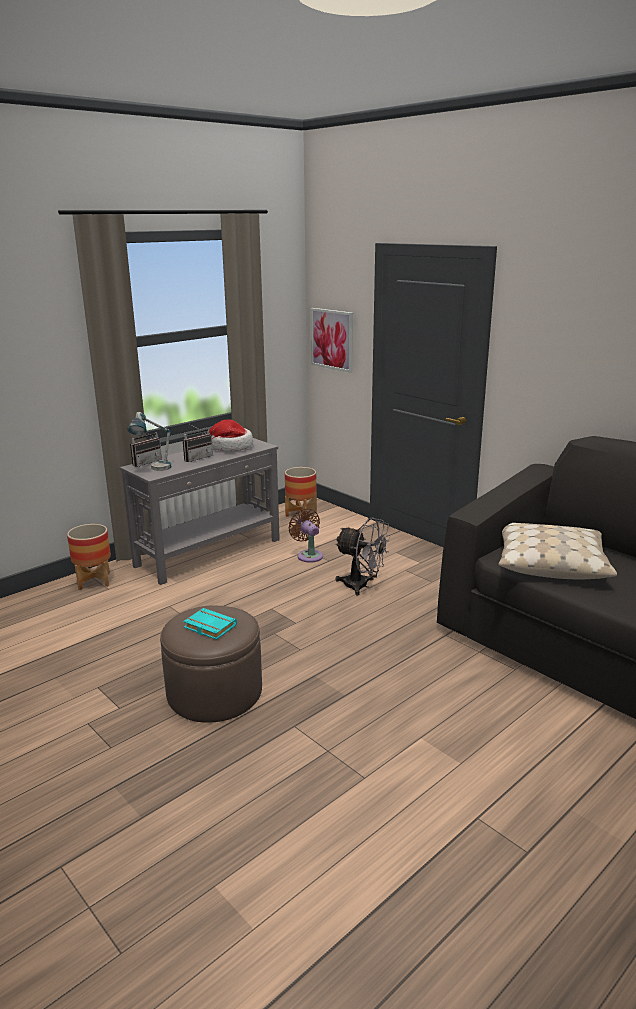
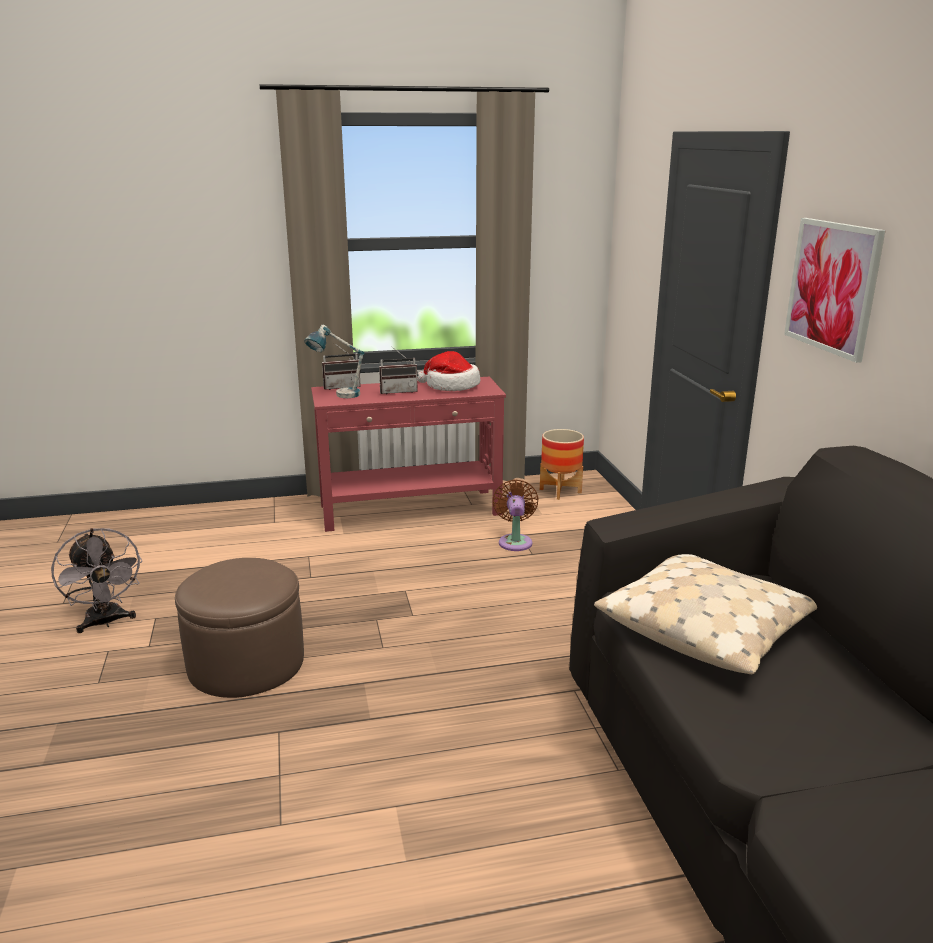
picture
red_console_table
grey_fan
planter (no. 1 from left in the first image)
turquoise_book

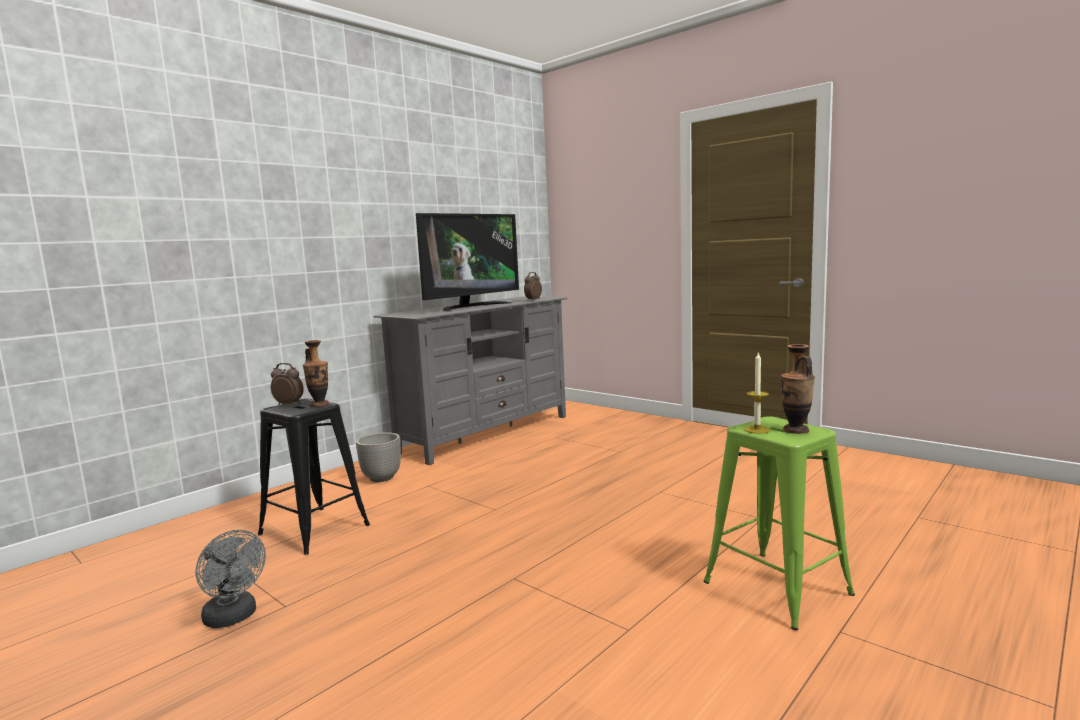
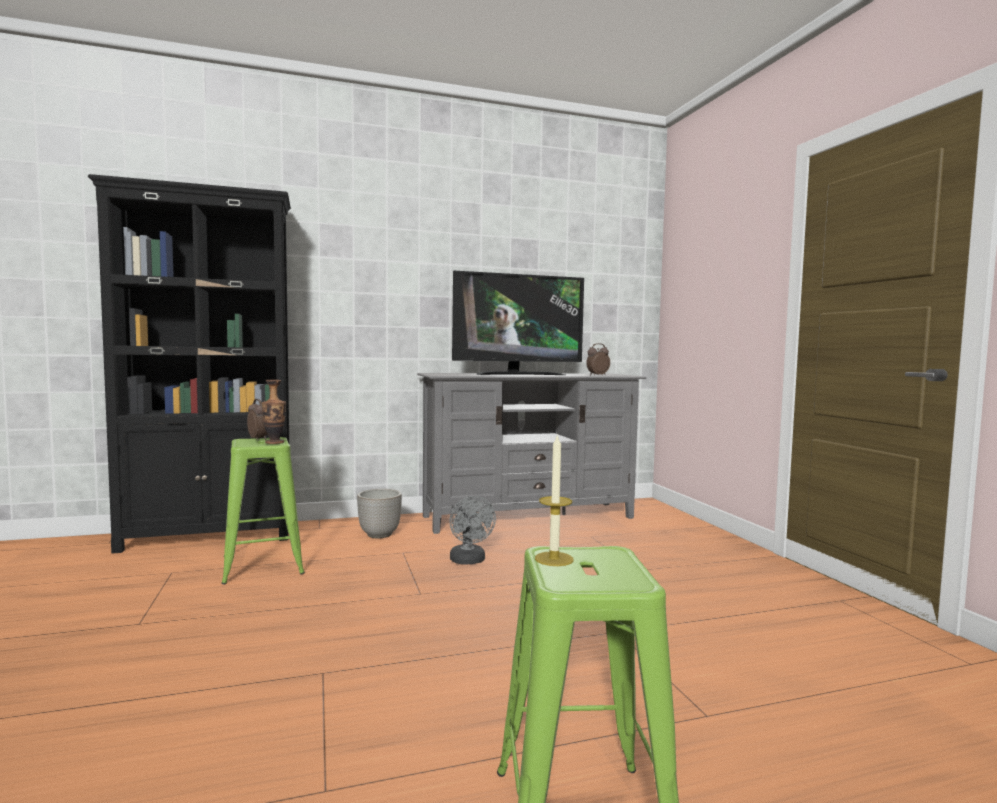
vase (no. 2 from left in the first image)
green_stool (no. 1 from left)
grey_fan
black_bookcase

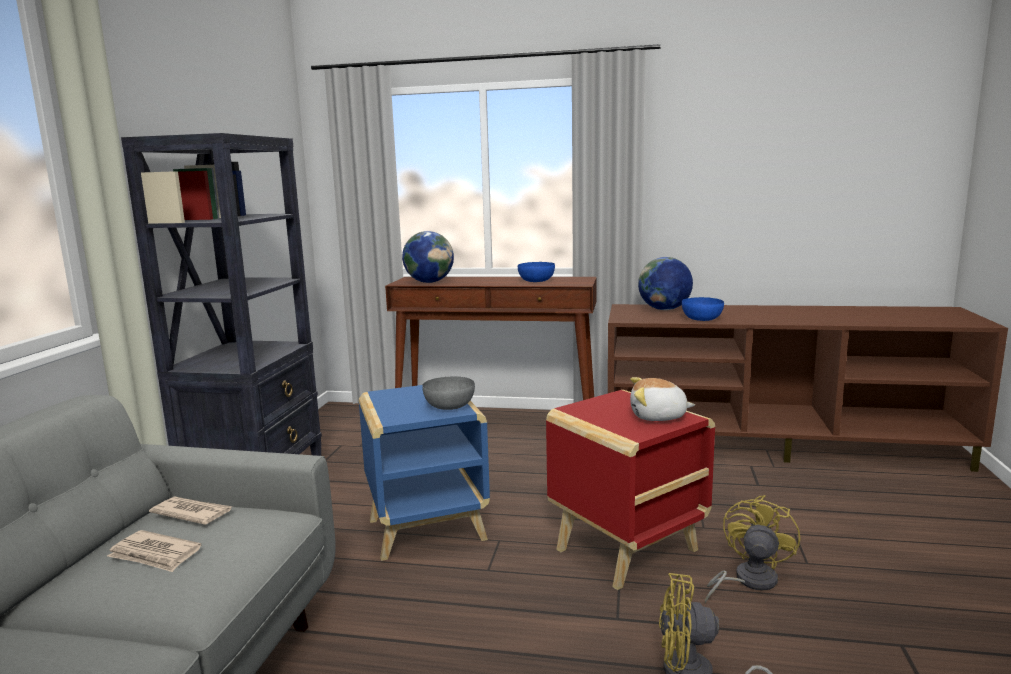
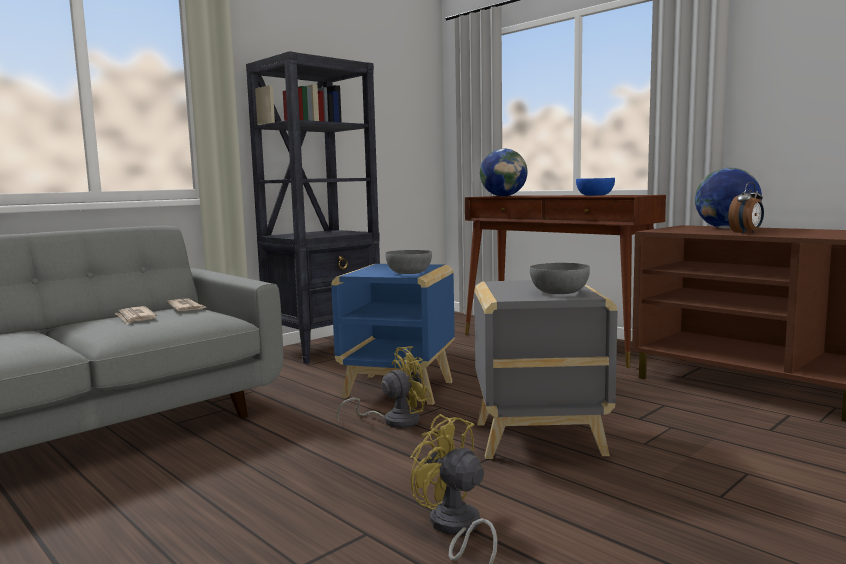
alarm_clock
grey_bowl (no. 2 from left)
grey_side_table
yellow_fan (no. 1 from left)

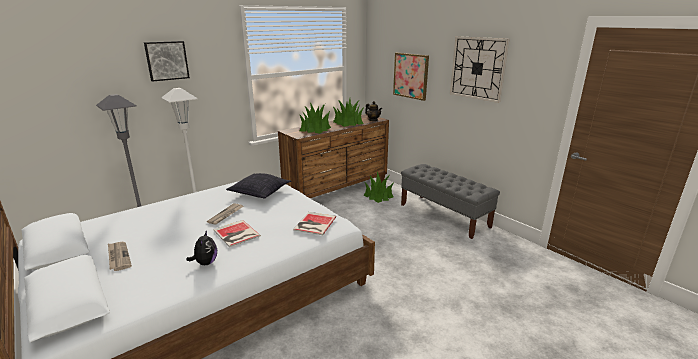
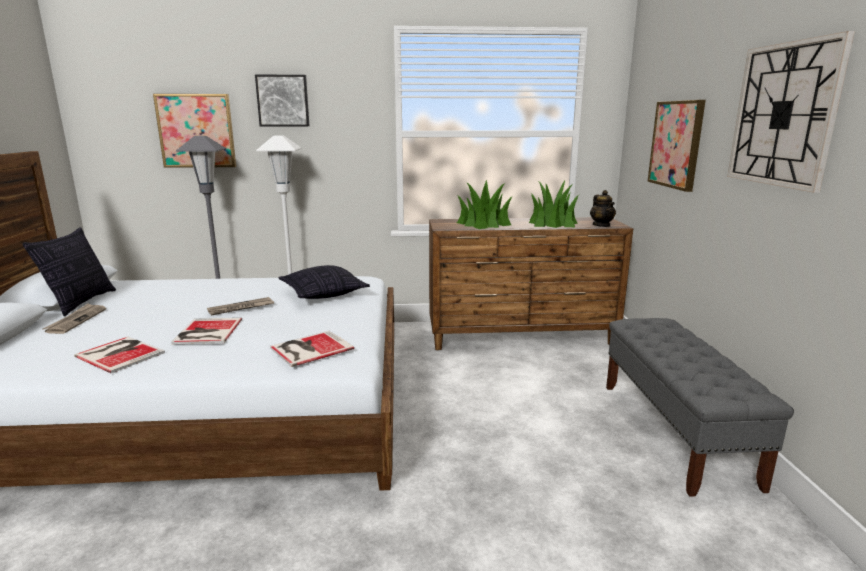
potted_plant (no. 3 from left in the first image)
book (no. 1 from left)
picture (no. 1 from left)
pillow (no. 1 from left)

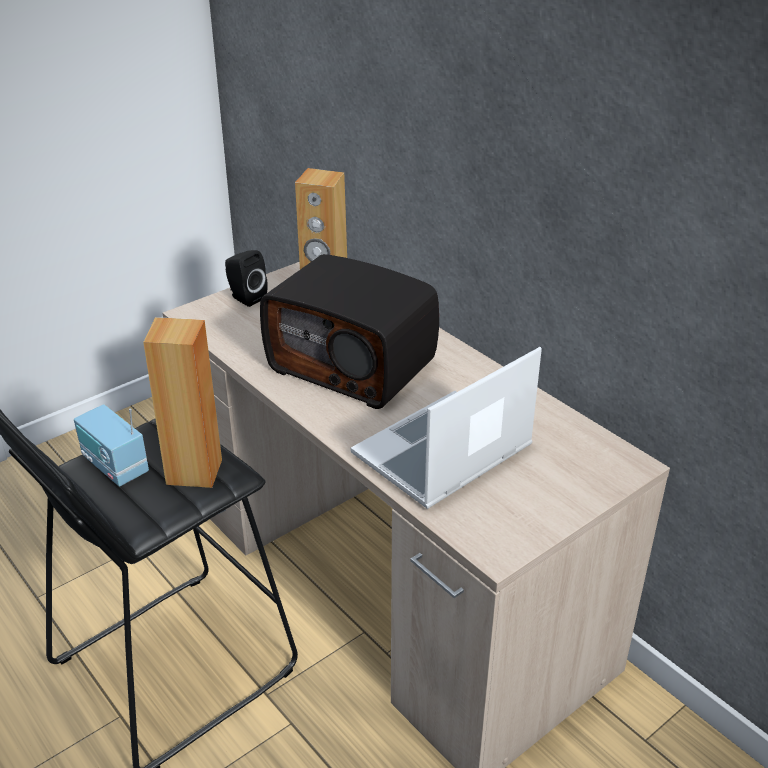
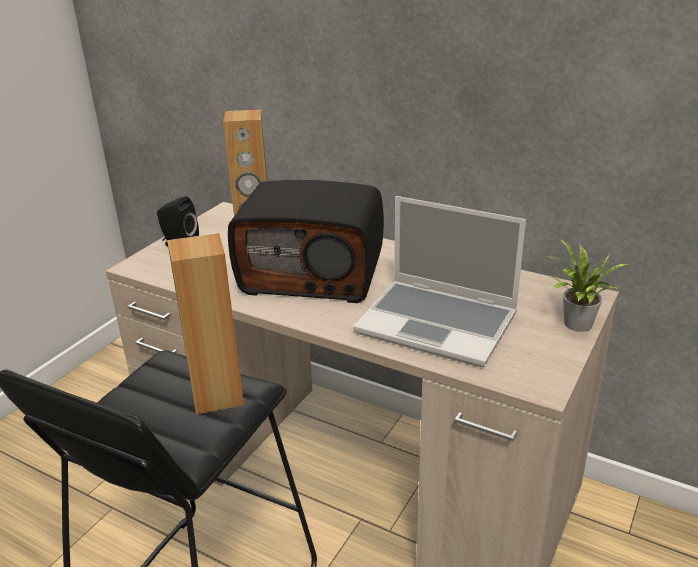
laptop
radio (no. 1 from left in the first image)
potted_plant

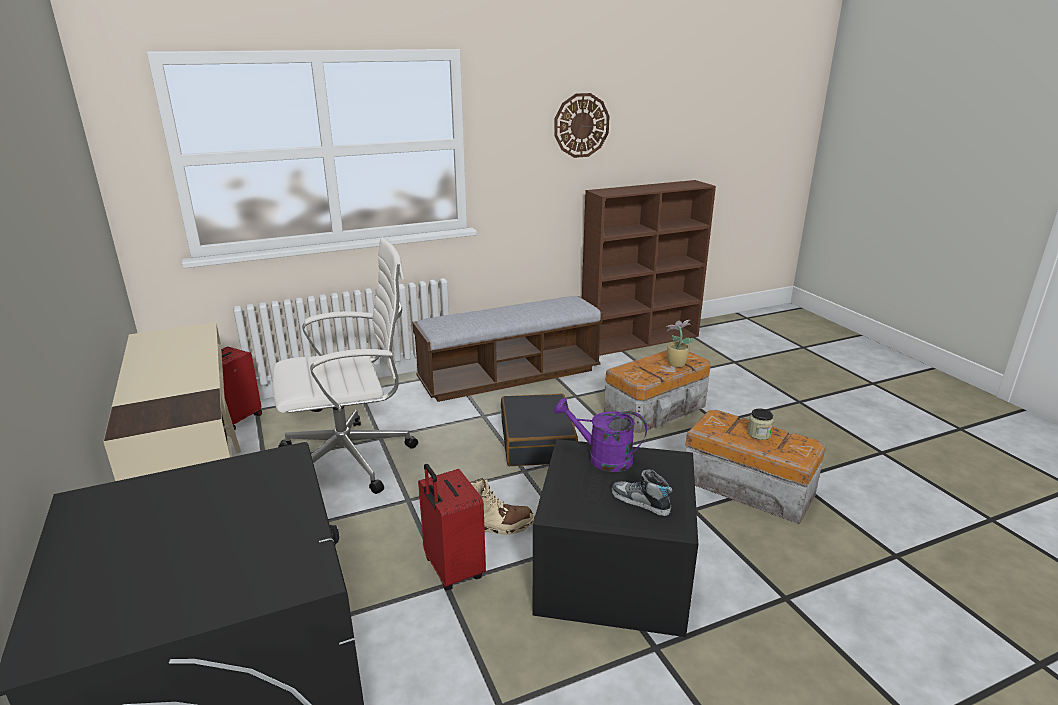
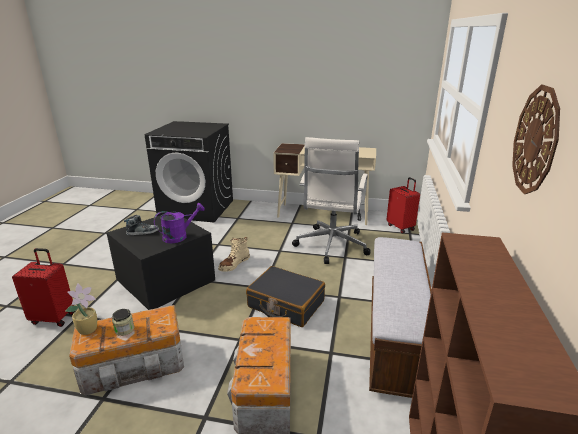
potted_plant
red_suitcase (no. 1 from left)

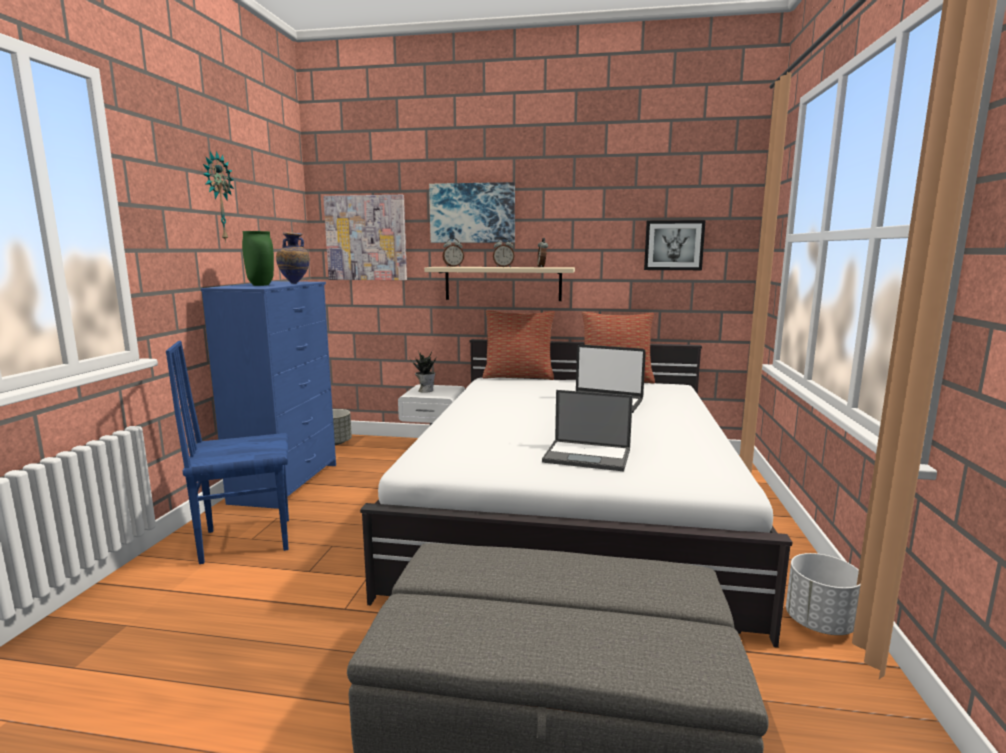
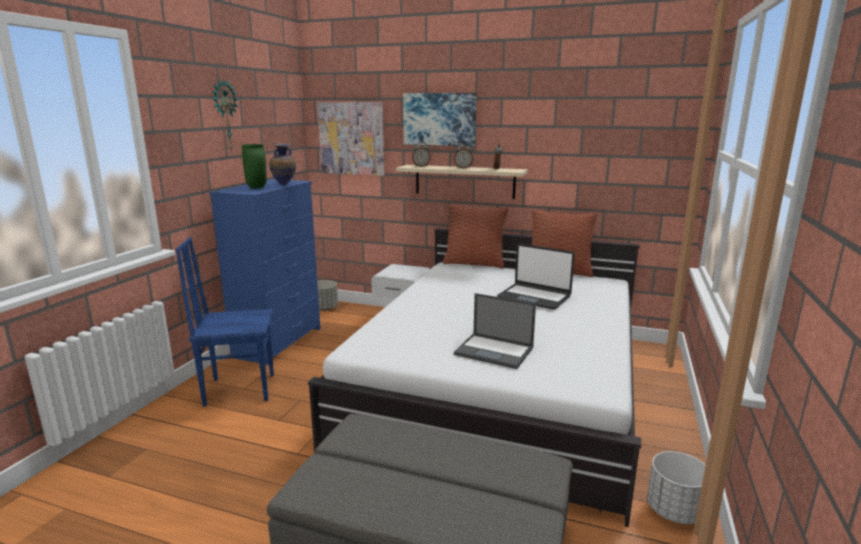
picture (no. 3 from left in the first image)
potted_plant

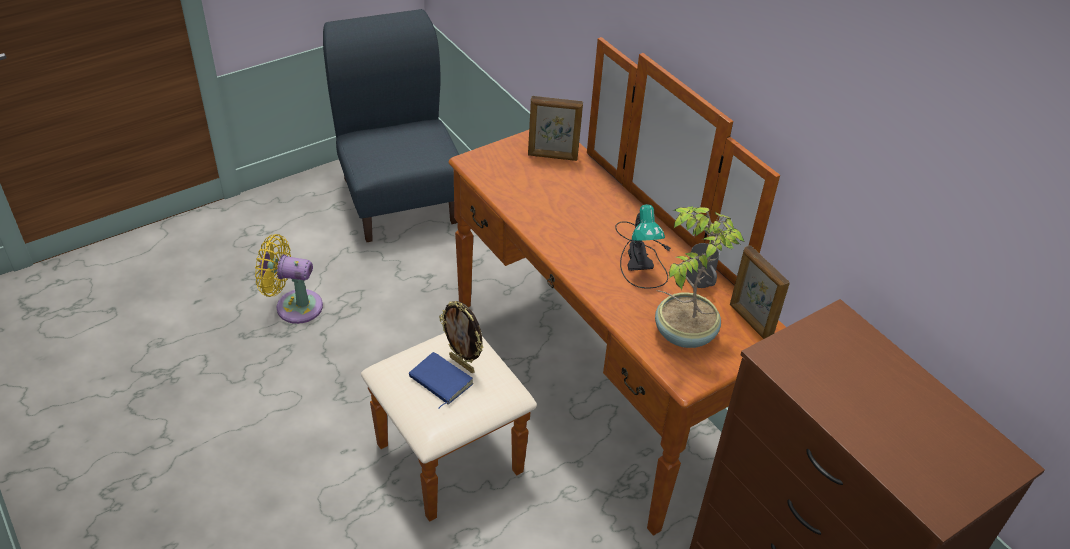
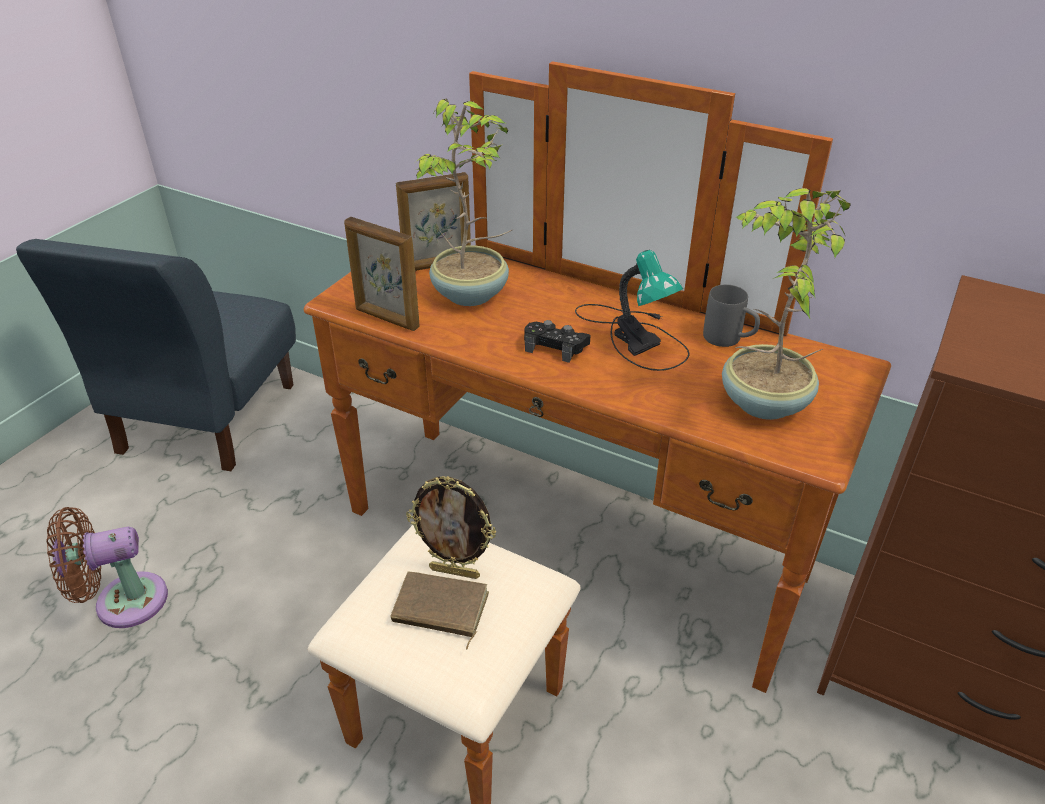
blue_chair
brown_fan
picture_frame (no. 1 from left)
brown_book
potted_plant (no. 1 from left)
black_game_controller

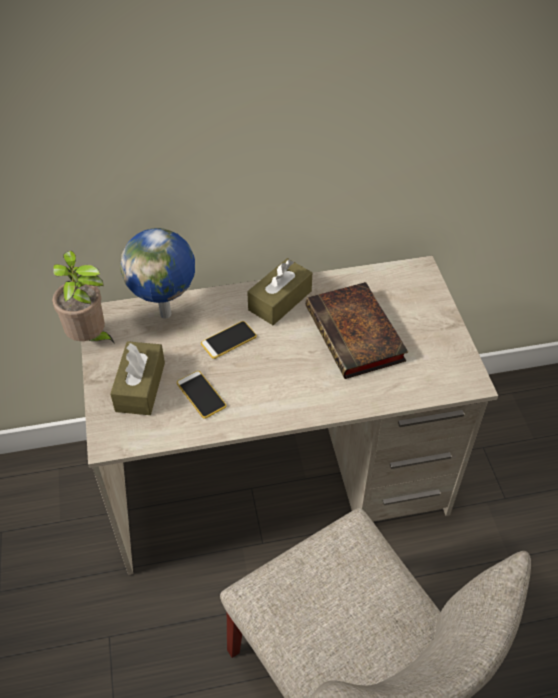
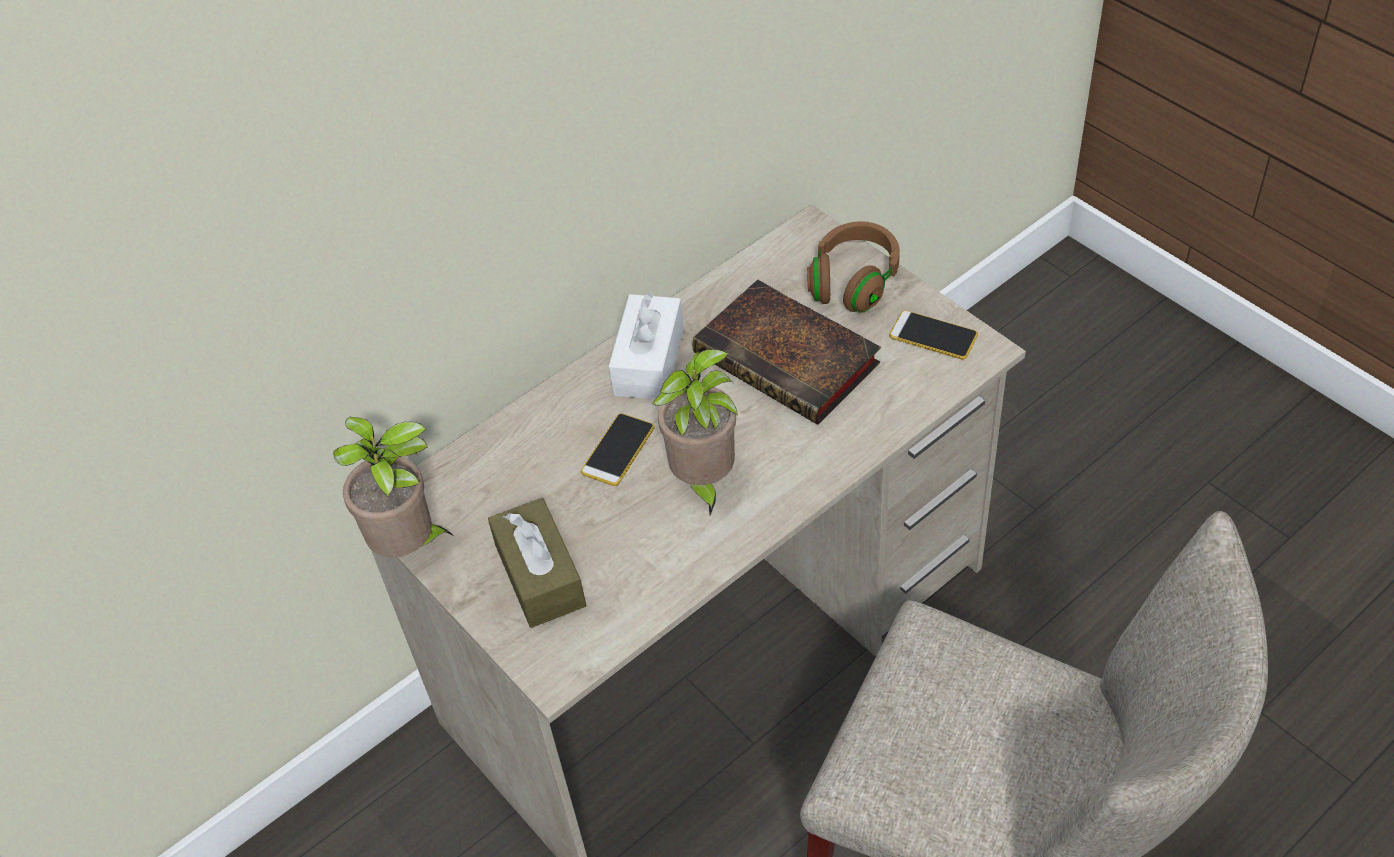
globe
white_tissue_box
phone (no. 2 from left)
brown_headphones
potted_plant (no. 2 from left)

